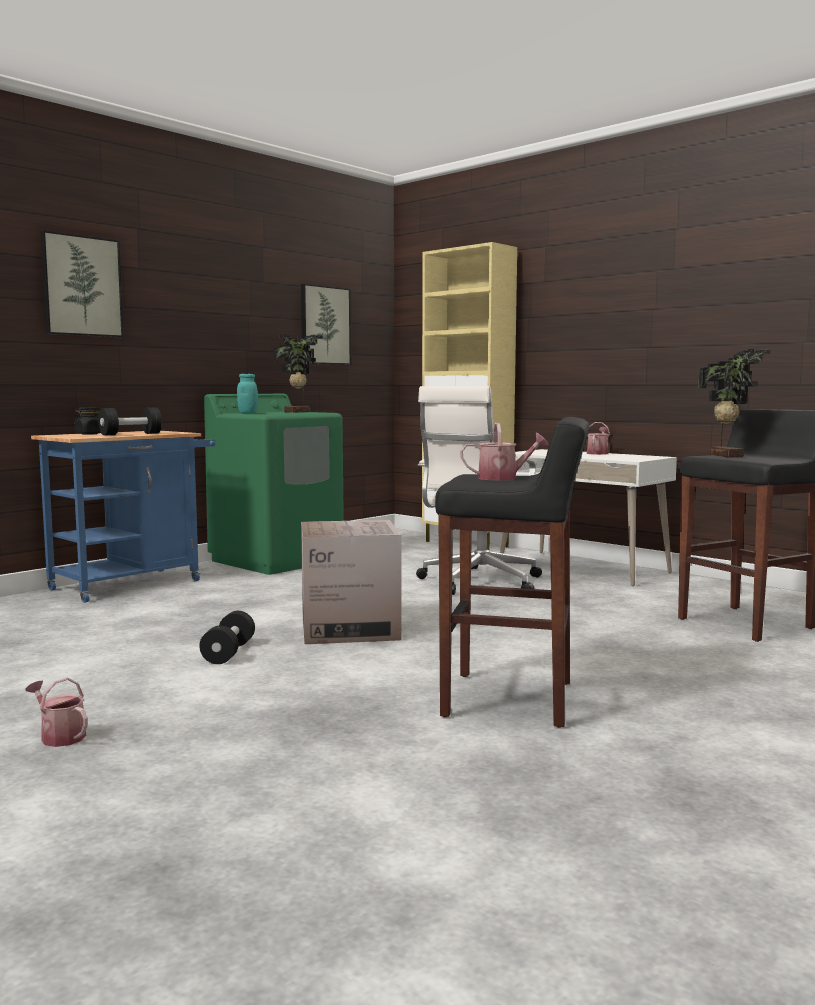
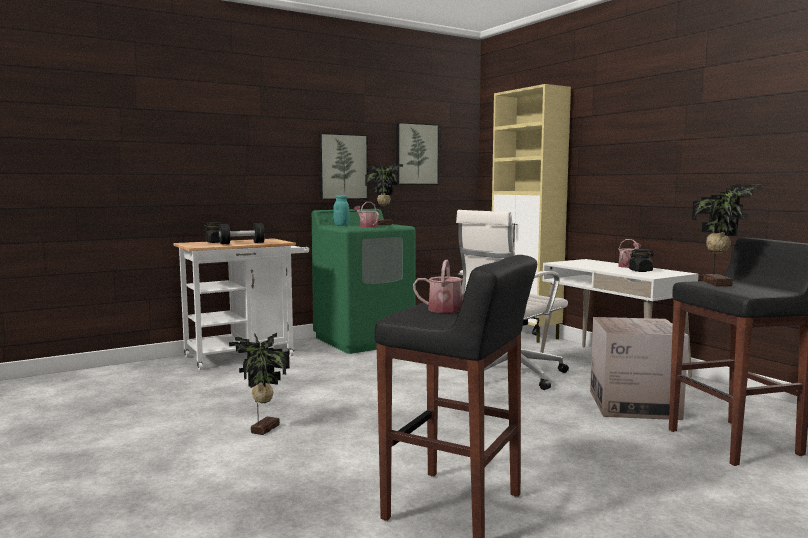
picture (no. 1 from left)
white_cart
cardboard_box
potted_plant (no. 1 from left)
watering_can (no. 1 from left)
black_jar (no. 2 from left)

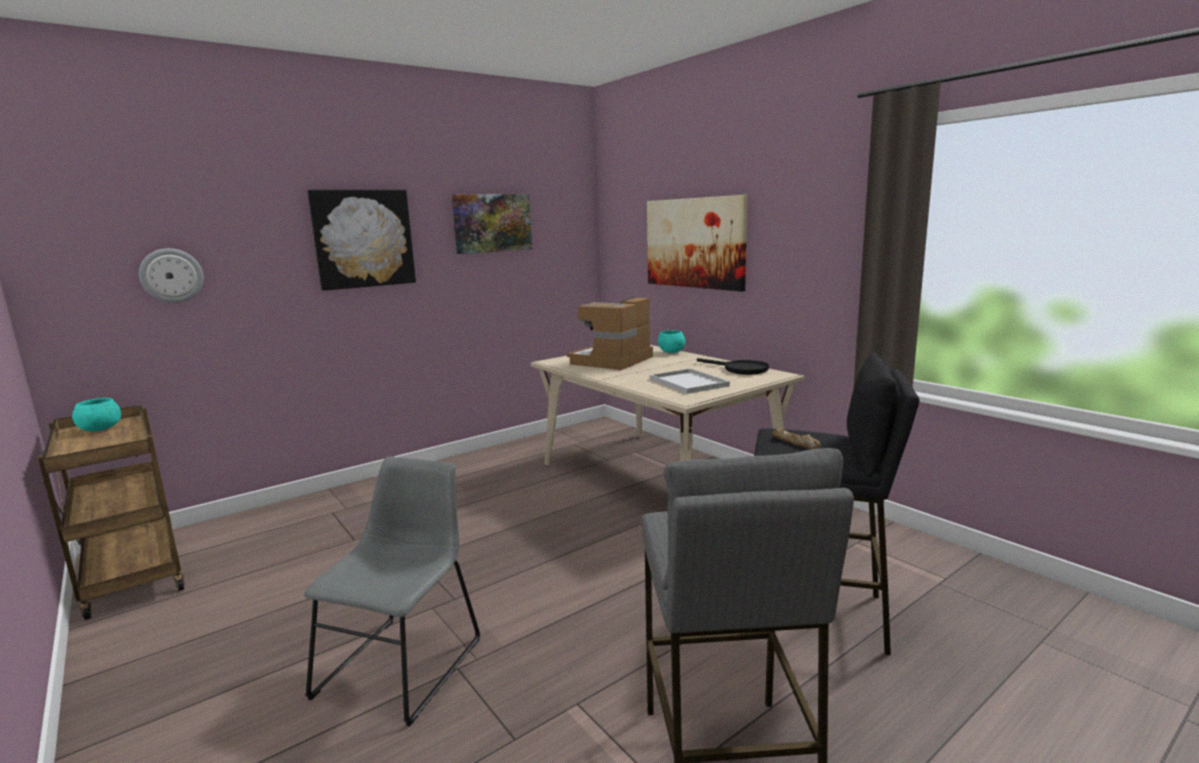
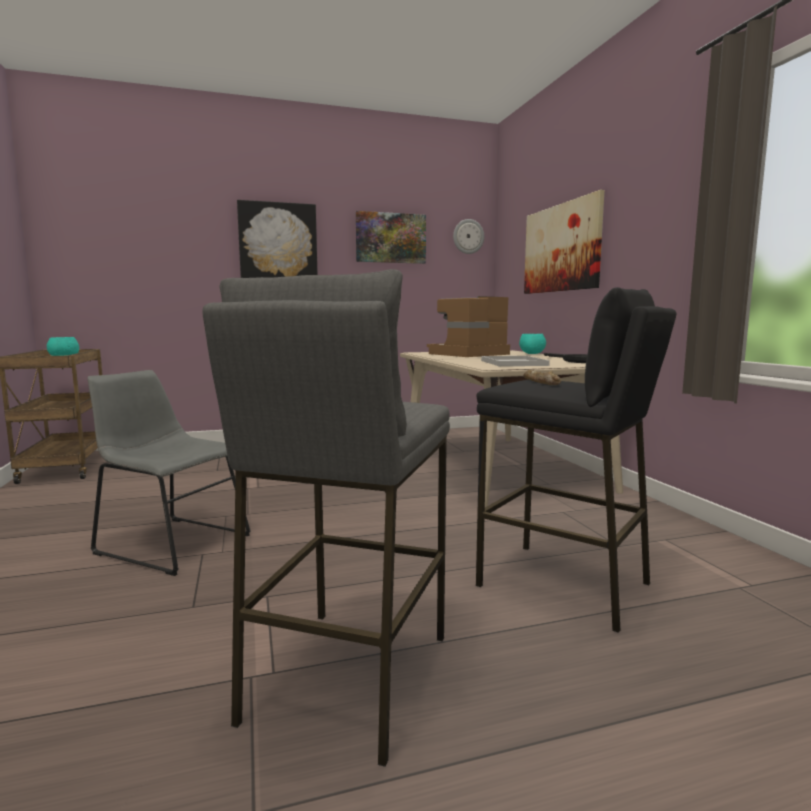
wall_clock
grey_chair

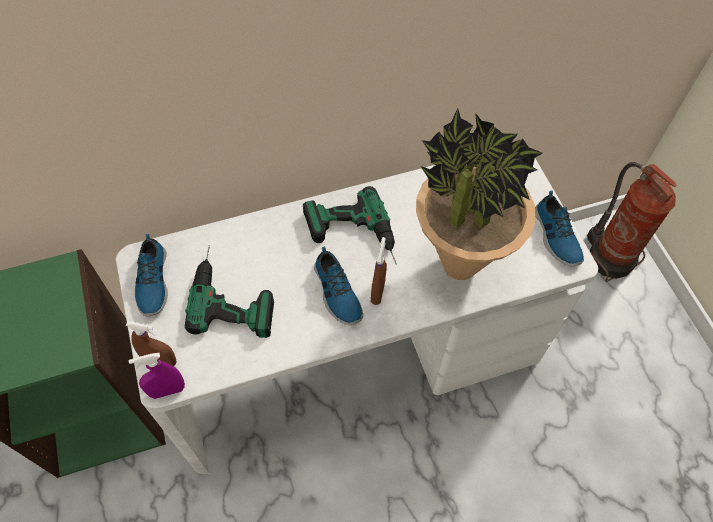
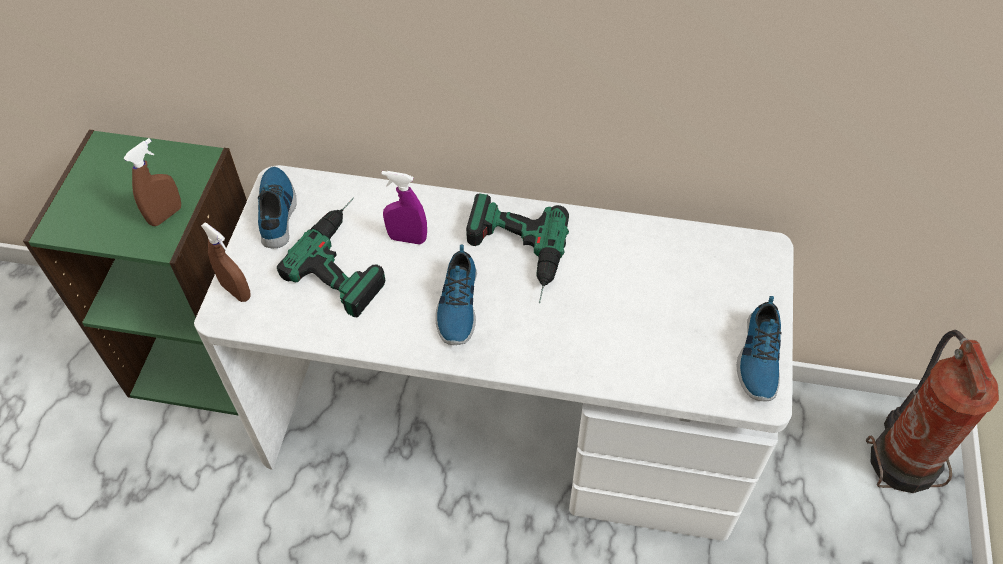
potted_plant
shoe (no. 1 from left)
brown_spray_bottle (no. 1 from left)
purple_spray_bottle

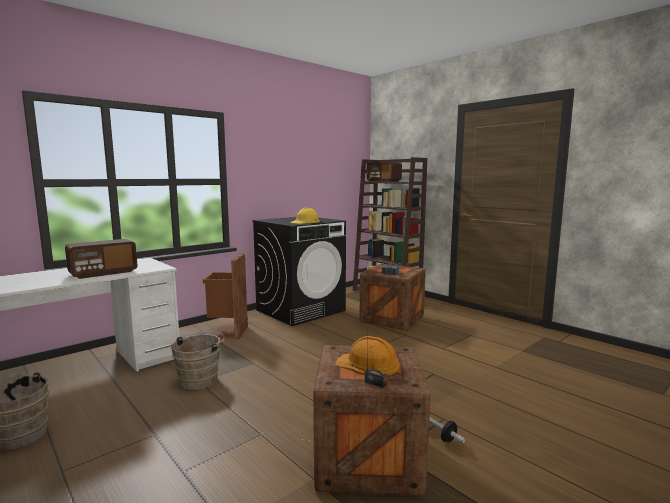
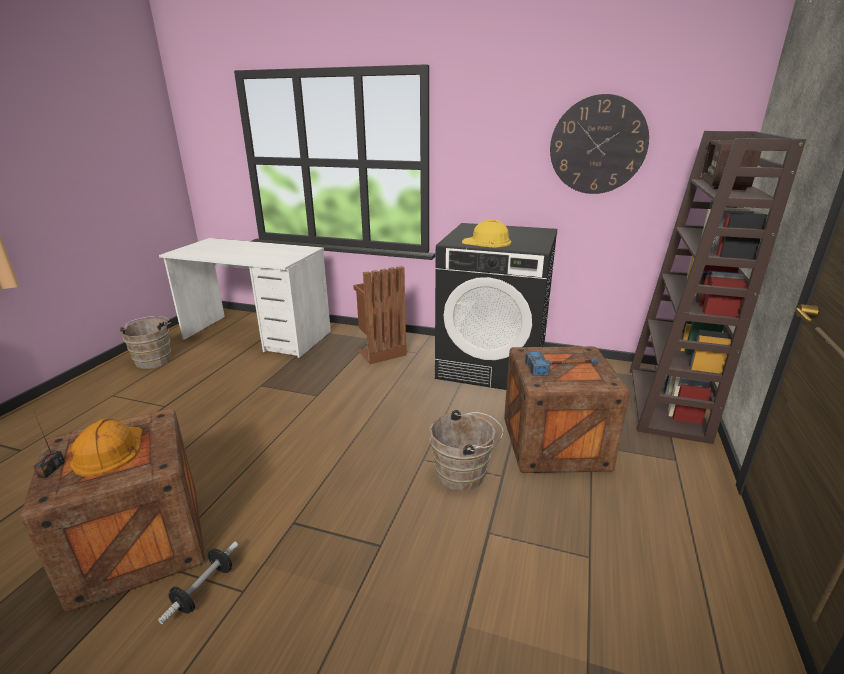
radio (no. 1 from left in the first image)
brown_bucket (no. 2 from left)
wall_clock

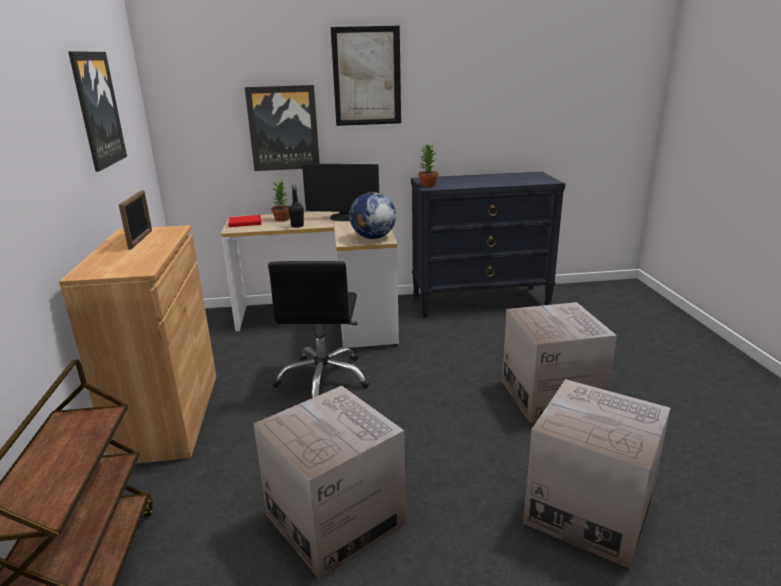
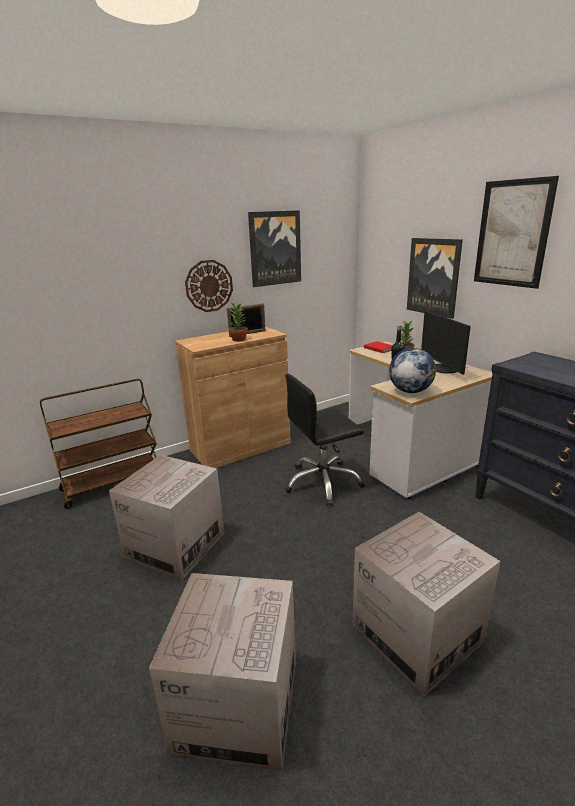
potted_plant (no. 1 from left)
wall_clock

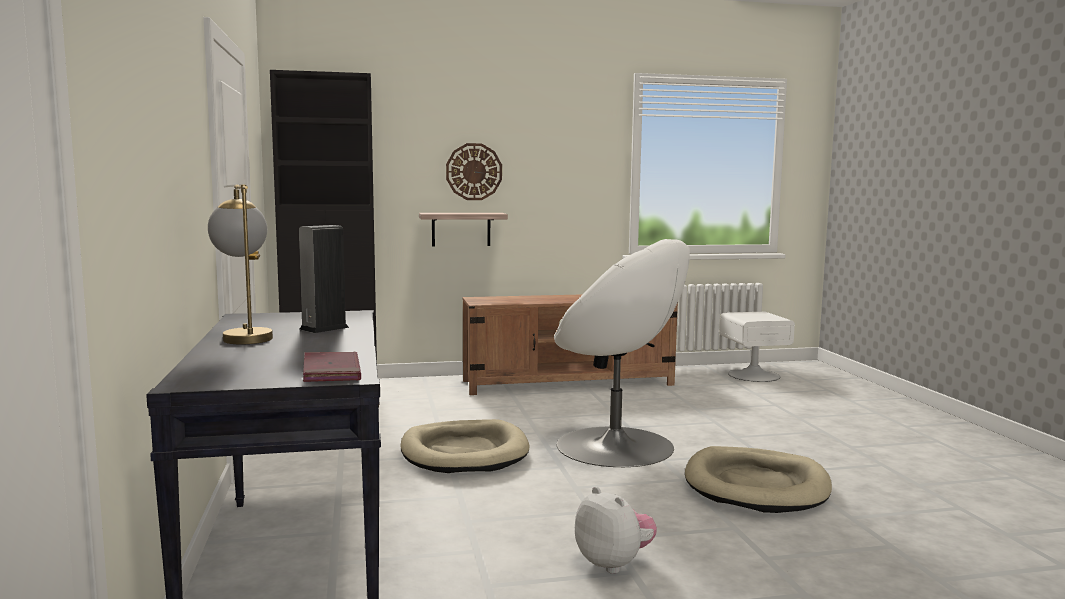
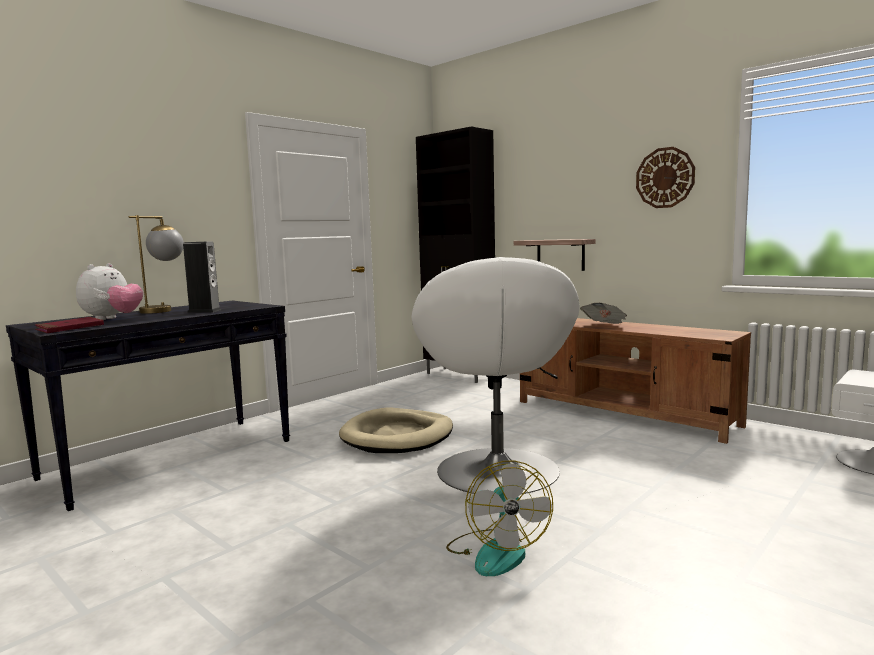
wall_clock
fan
plush_toy
newspaper

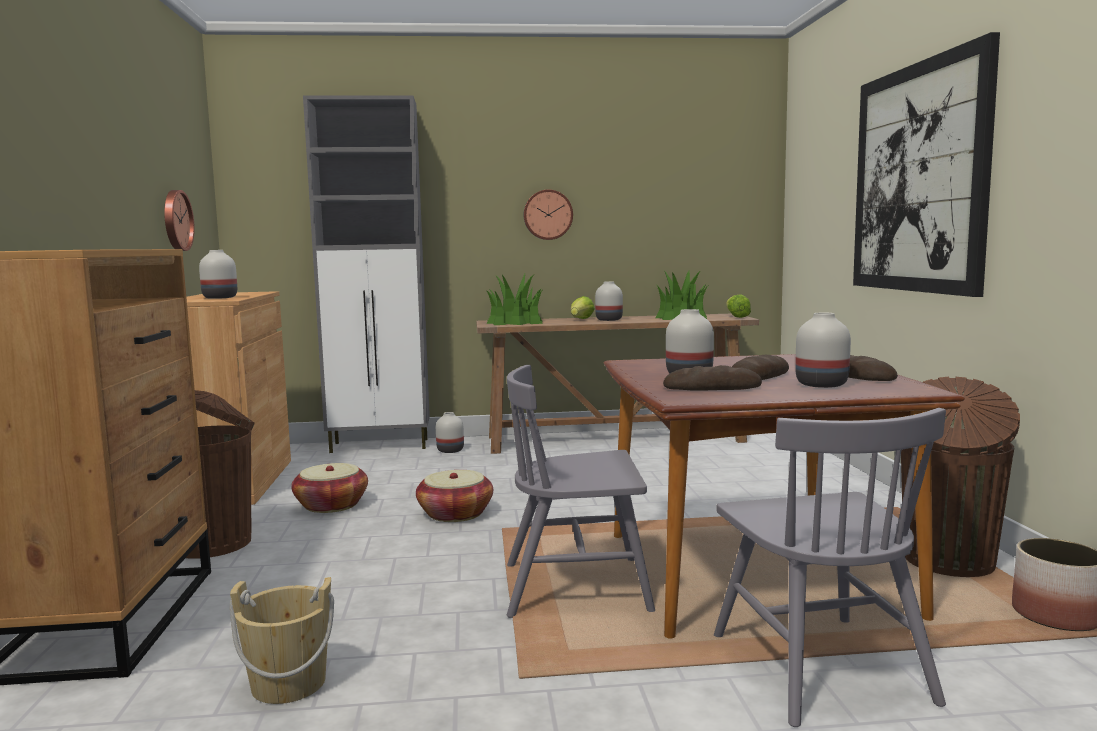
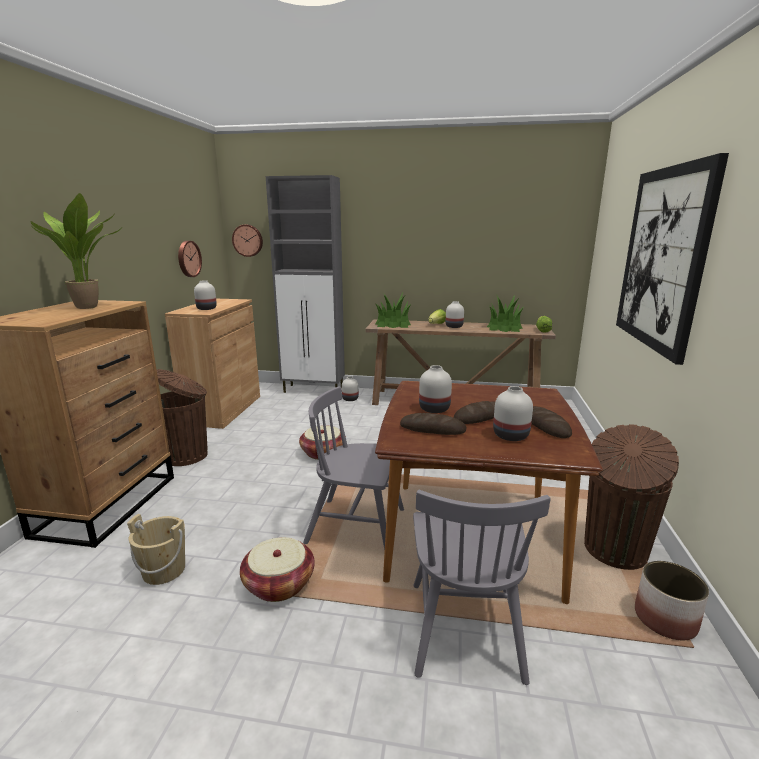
wall_clock (no. 2 from left)
basket (no. 1 from left)
potted_plant (no. 1 from left)

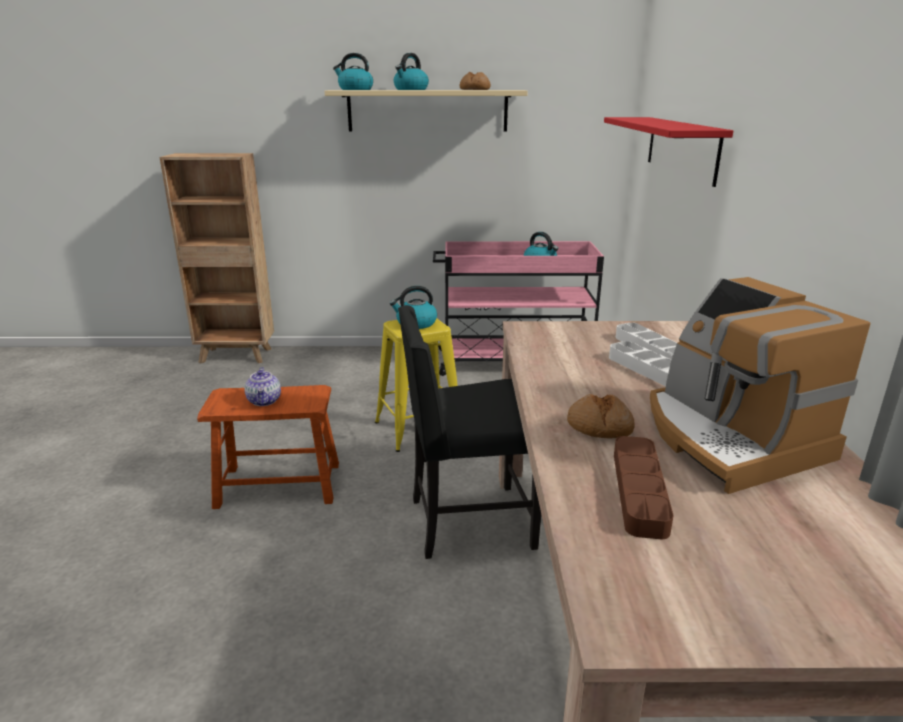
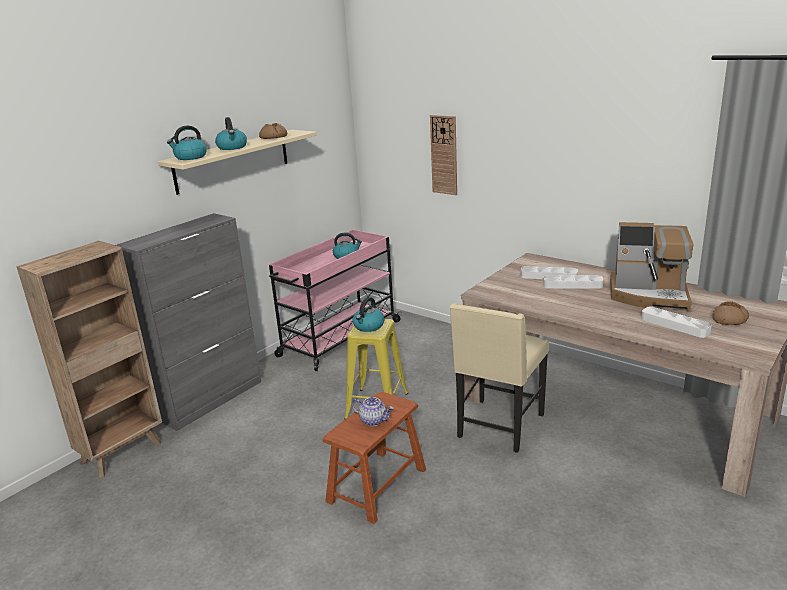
wall_clock
beige_chair
bread (no. 2 from left)
white_tray (no. 3 from left)
grey_cabinet

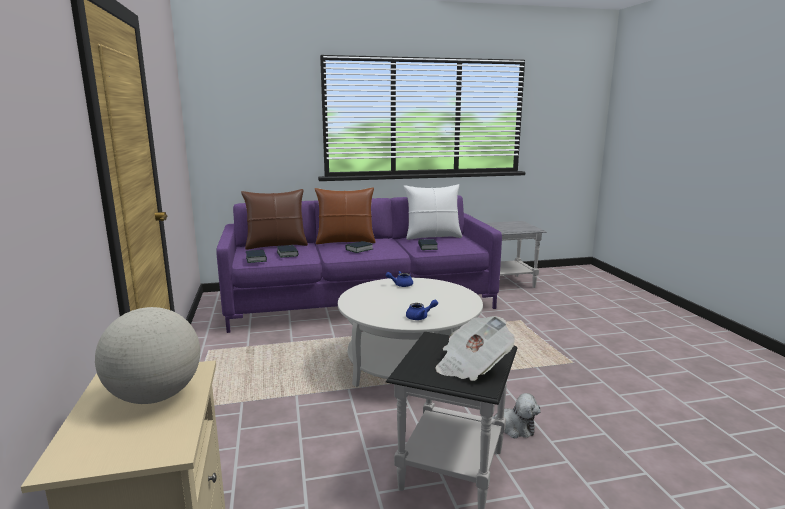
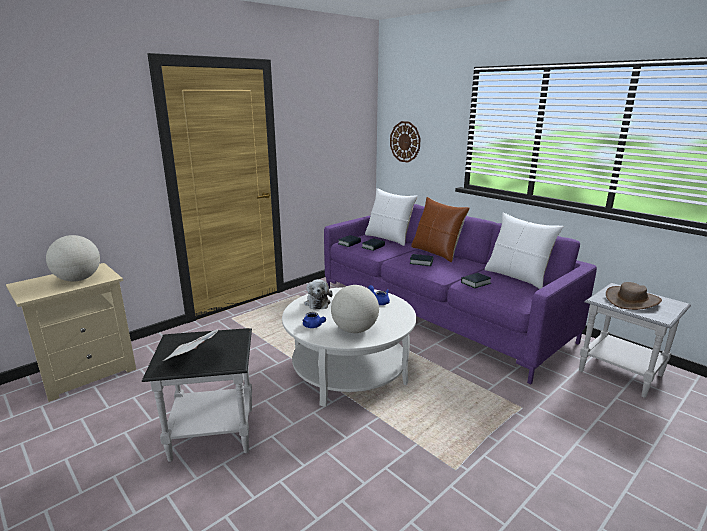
white_pillow (no. 1 from left)
plush_toy
wall_clock
brown_hat
globe (no. 2 from left)

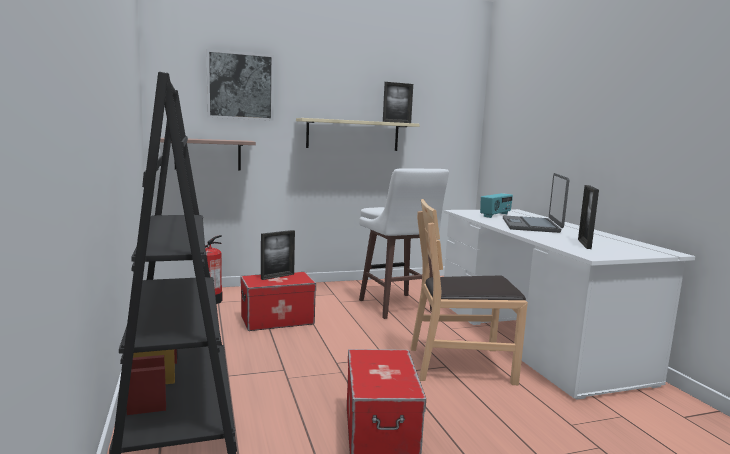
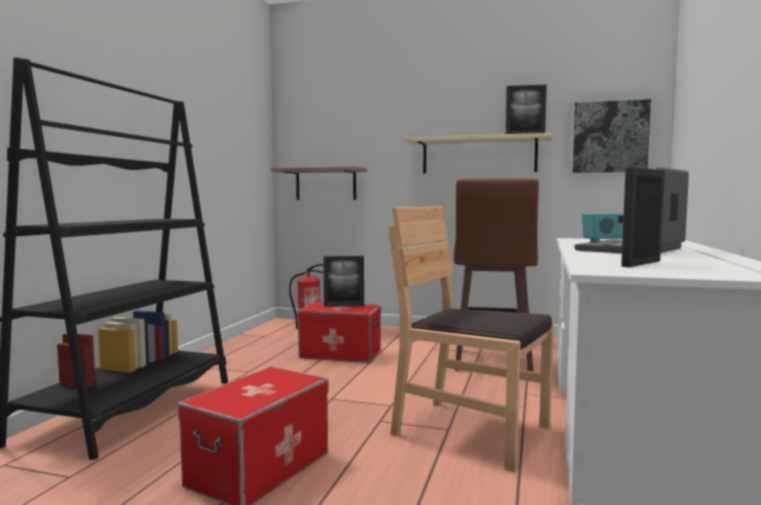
picture
brown_stool

